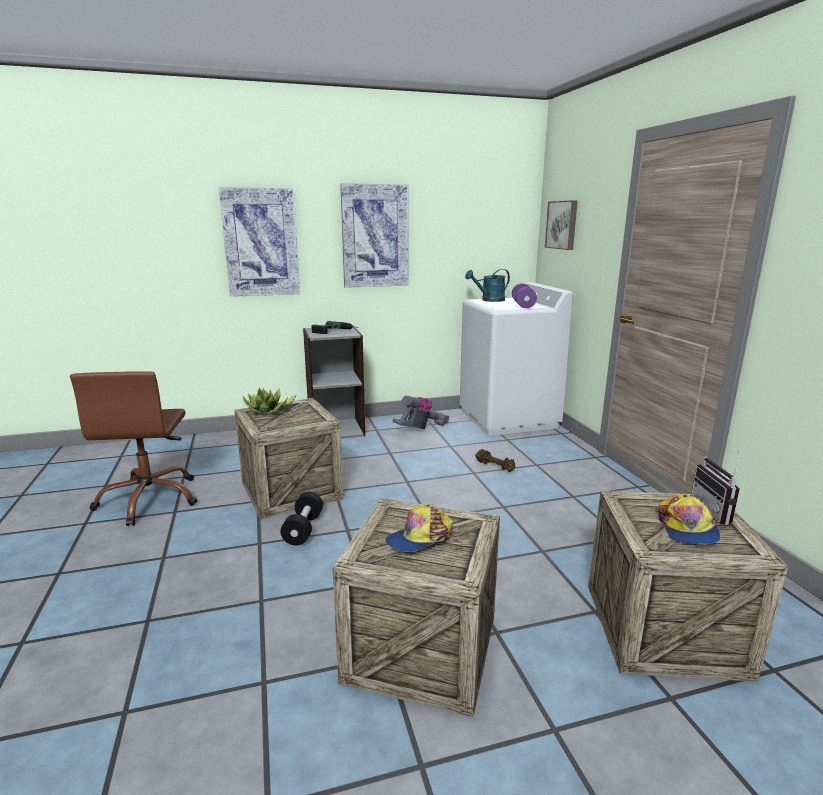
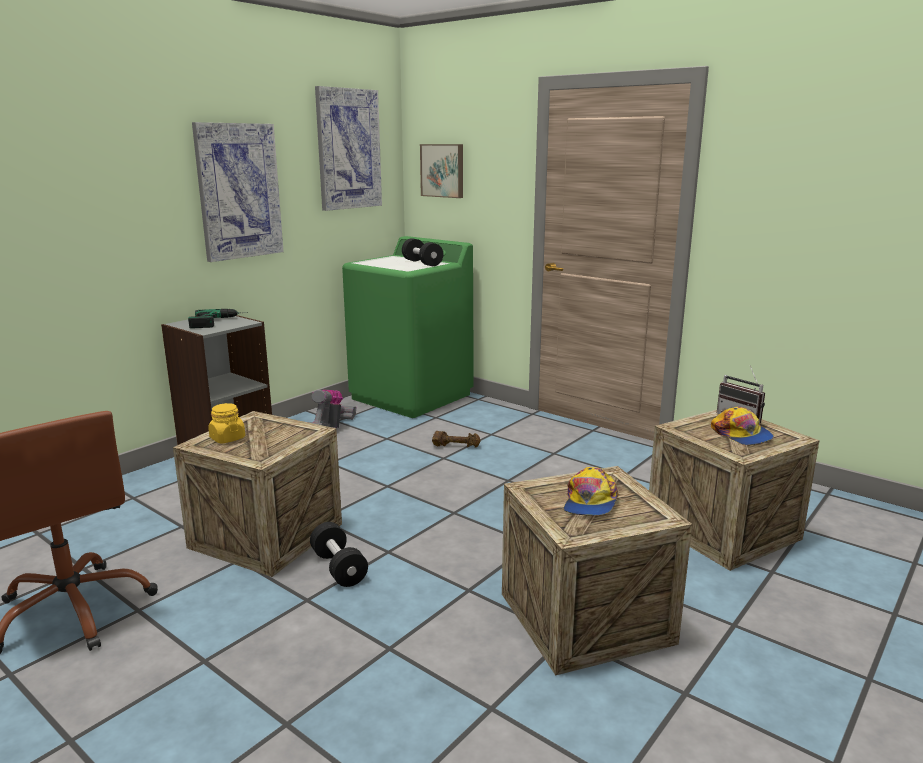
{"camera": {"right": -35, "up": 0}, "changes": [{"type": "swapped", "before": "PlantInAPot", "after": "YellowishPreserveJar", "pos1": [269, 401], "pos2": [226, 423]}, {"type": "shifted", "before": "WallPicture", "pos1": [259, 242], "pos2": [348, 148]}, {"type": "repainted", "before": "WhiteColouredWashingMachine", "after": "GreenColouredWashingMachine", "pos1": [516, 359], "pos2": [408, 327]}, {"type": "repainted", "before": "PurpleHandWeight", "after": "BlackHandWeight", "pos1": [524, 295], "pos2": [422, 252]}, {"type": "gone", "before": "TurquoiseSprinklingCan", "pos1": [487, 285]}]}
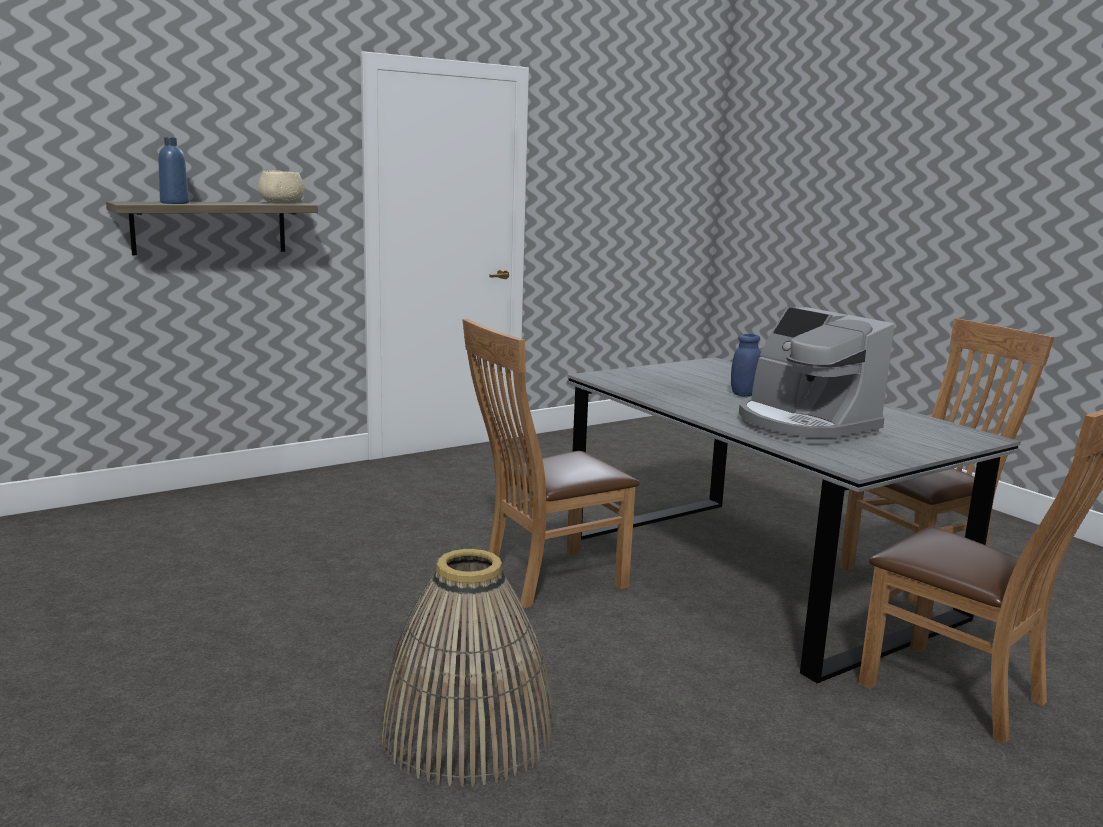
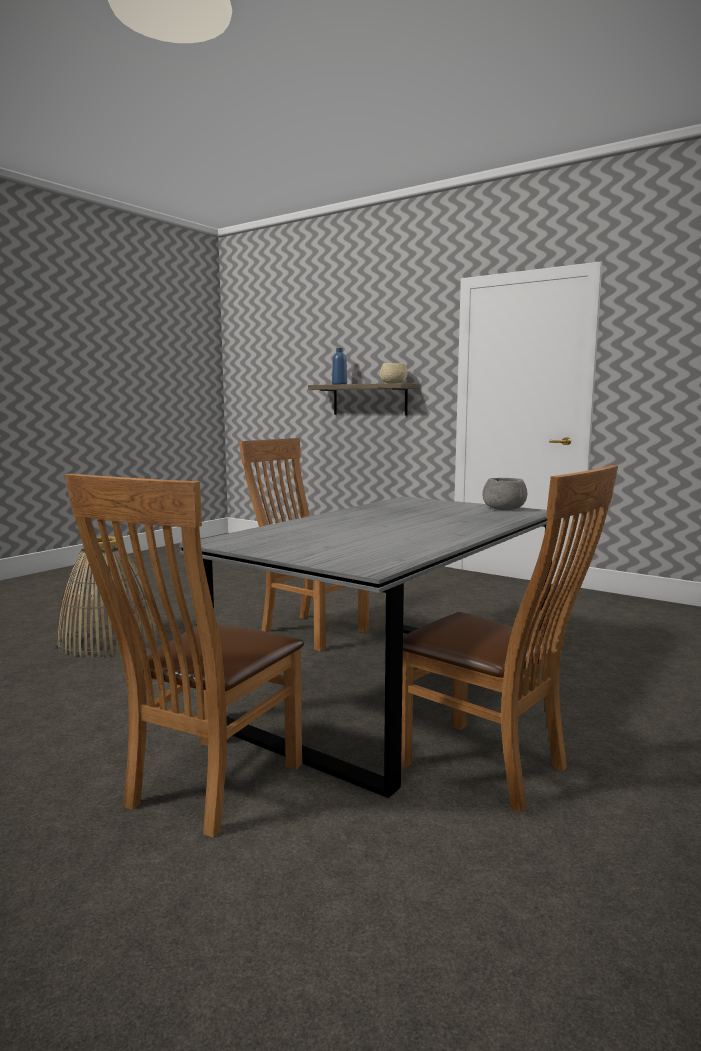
{"camera": {"right": 70, "up": -5}, "changes": [{"type": "new", "after": "GrayDeepDish", "pos2": [504, 494]}, {"type": "gone", "before": "BluishPreserveJar", "pos1": [746, 365]}, {"type": "gone", "before": "CoffeeBrewer", "pos1": [816, 375]}]}
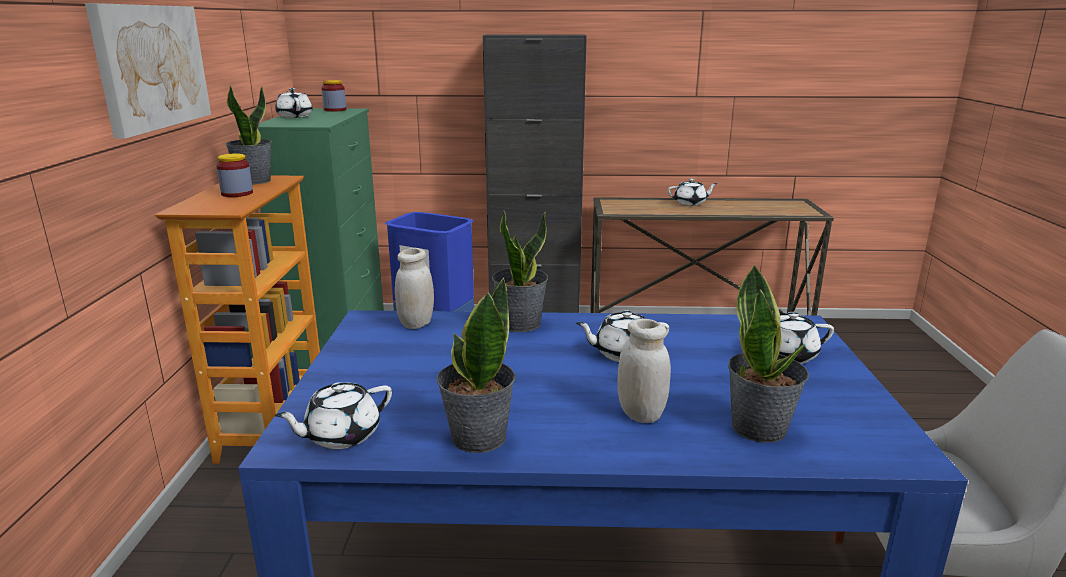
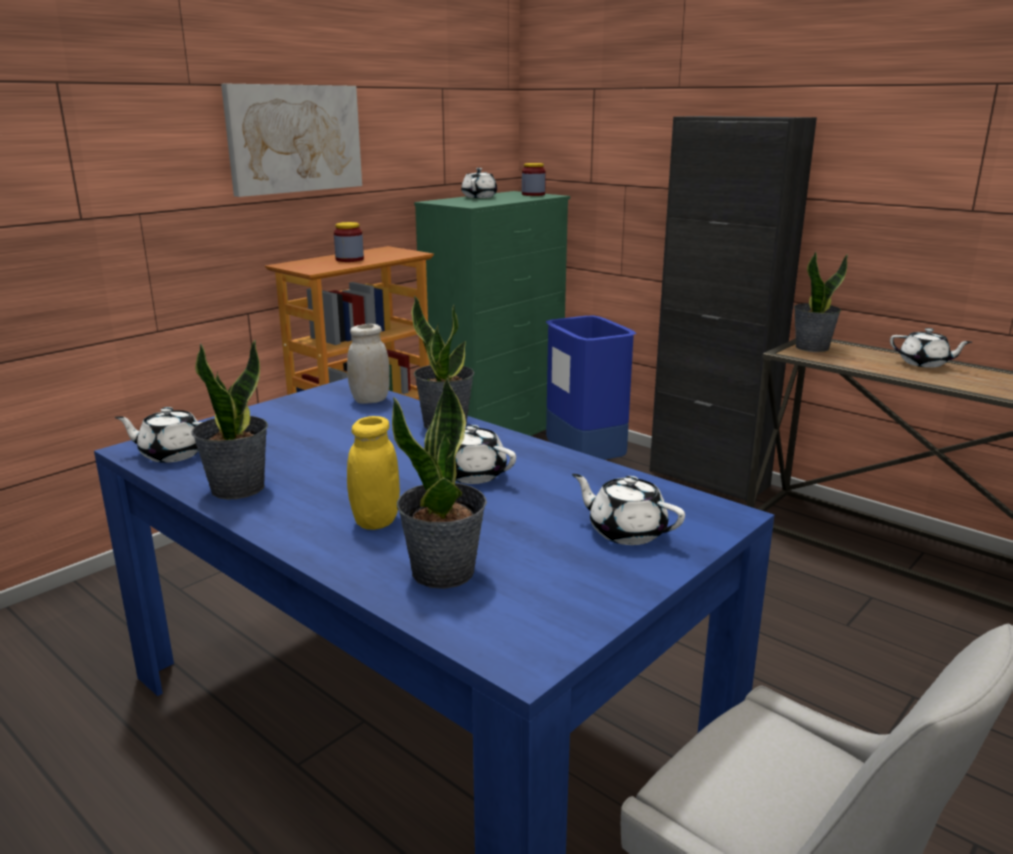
{"camera": {"right": 40, "up": 0}, "changes": [{"type": "repainted", "before": "WhiteColouredPreserveJar", "after": "YellowishPreserveJar", "pos1": [644, 370], "pos2": [373, 473]}, {"type": "shifted", "before": "PlantInAPot", "pos1": [248, 135], "pos2": [821, 301]}]}
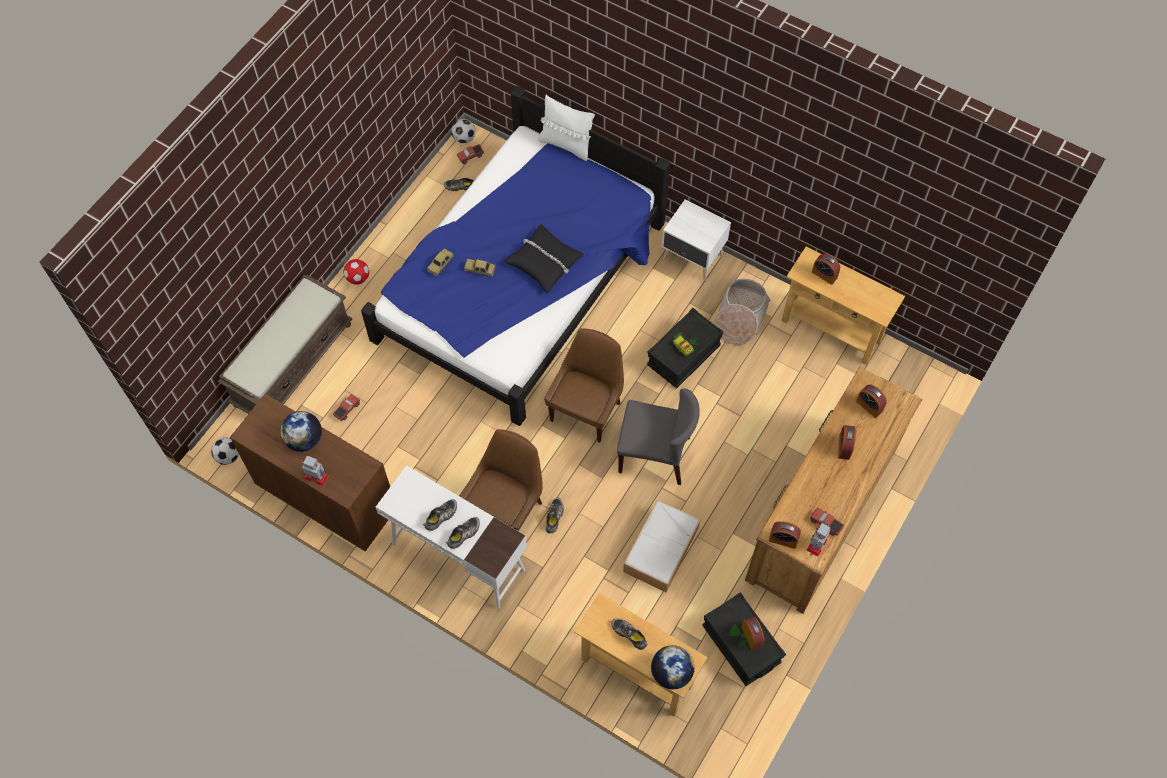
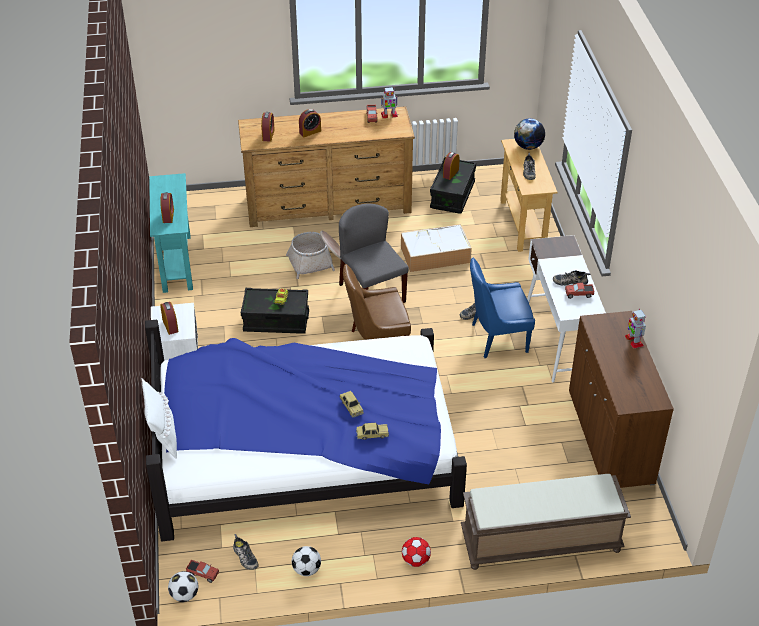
{"camera": {"right": -130, "up": -20}, "changes": [{"type": "repainted", "before": "BeigeConsoleTable", "after": "TurquoiseConsoleTable", "pos1": [843, 305], "pos2": [171, 233]}, {"type": "shifted", "before": "BedsideClock", "pos1": [785, 535], "pos2": [169, 318]}, {"type": "shifted", "before": "StorageBasket", "pos1": [743, 312], "pos2": [313, 254]}, {"type": "shifted", "before": "FootballBall", "pos1": [225, 451], "pos2": [306, 561]}, {"type": "repainted", "before": "BrownColouredPlainChair", "after": "BluishPlainChair", "pos1": [501, 480], "pos2": [502, 307]}, {"type": "shifted", "before": "ModelTruck", "pos1": [346, 407], "pos2": [579, 291]}, {"type": "gone", "before": "DeskGlobe", "pos1": [301, 431]}, {"type": "gone", "before": "LowShoe", "pos1": [463, 533]}, {"type": "gone", "before": "BlackCushion", "pos1": [543, 258]}]}
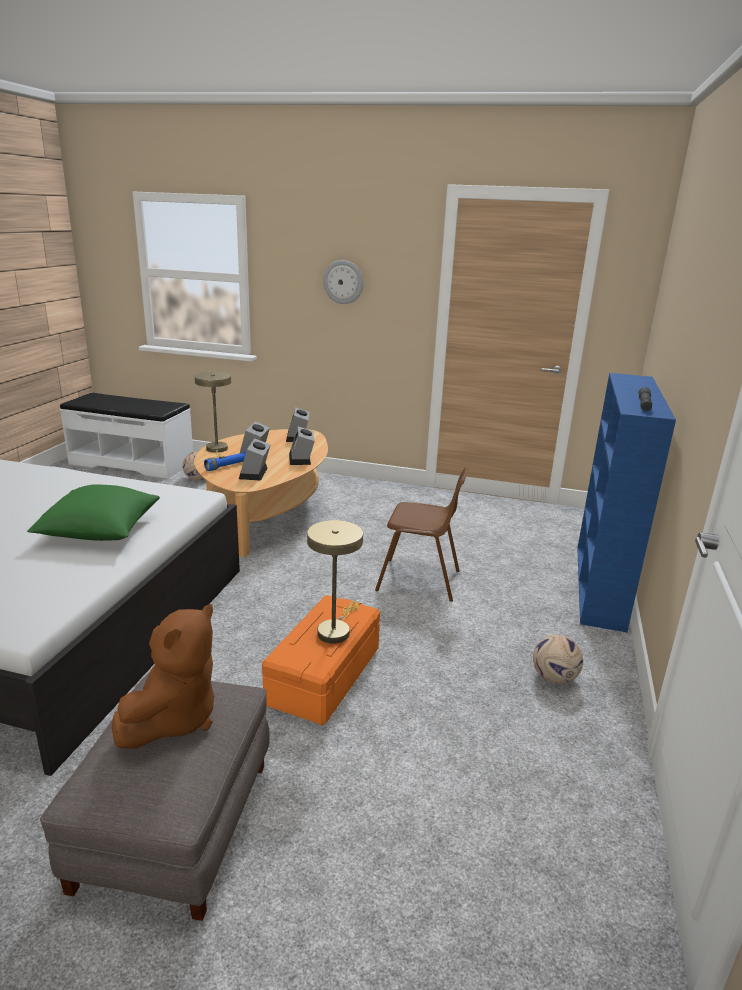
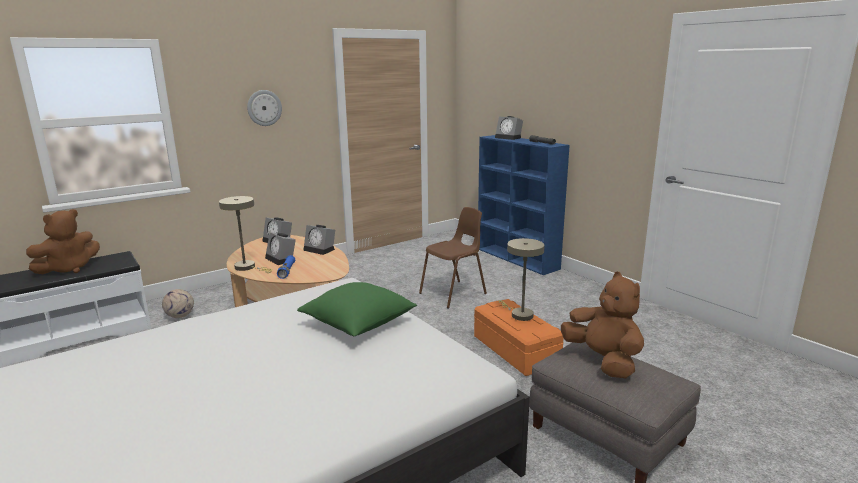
{"camera": {"right": -50, "up": -5}, "changes": [{"type": "new", "after": "BrownColouredPlushToy", "pos2": [63, 241]}, {"type": "shifted", "before": "BedsideClock", "pos1": [255, 459], "pos2": [509, 128]}, {"type": "gone", "before": "FootballBall", "pos1": [558, 659]}]}
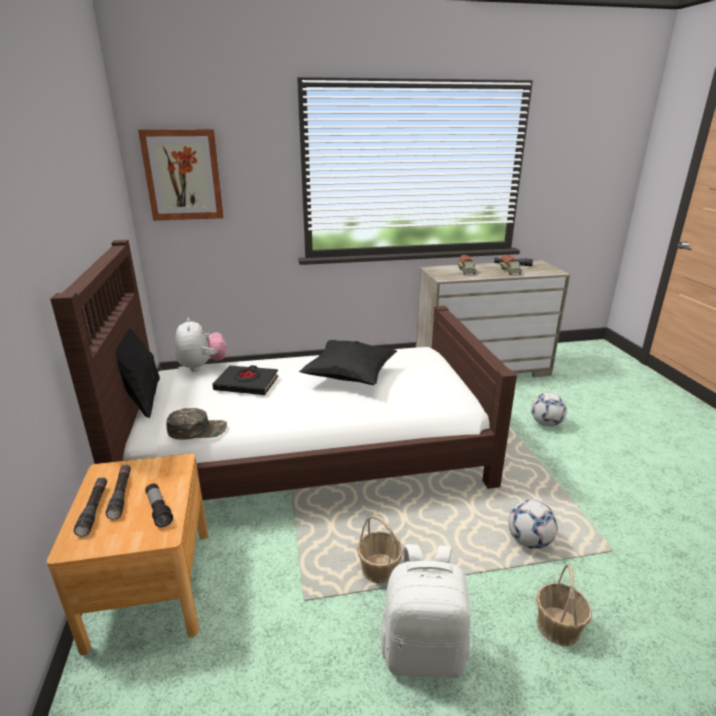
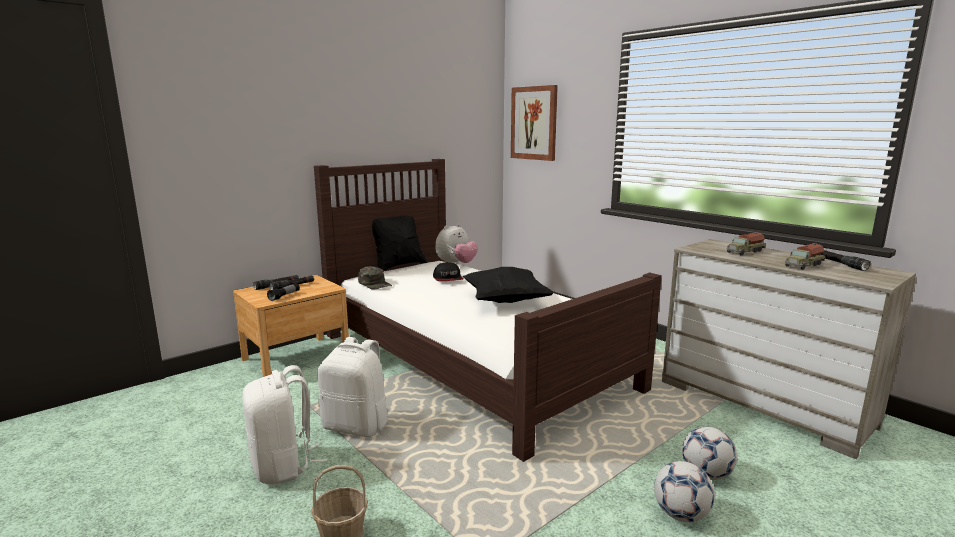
{"camera": {"right": 60, "up": -10}, "changes": [{"type": "swapped", "before": "StorageBasket", "after": "WhiteColouredKnapsack", "pos1": [380, 549], "pos2": [353, 387]}, {"type": "swapped", "before": "BlackBook", "after": "Cap", "pos1": [245, 380], "pos2": [448, 271]}, {"type": "shifted", "before": "FootballBall", "pos1": [533, 524], "pos2": [684, 491]}]}
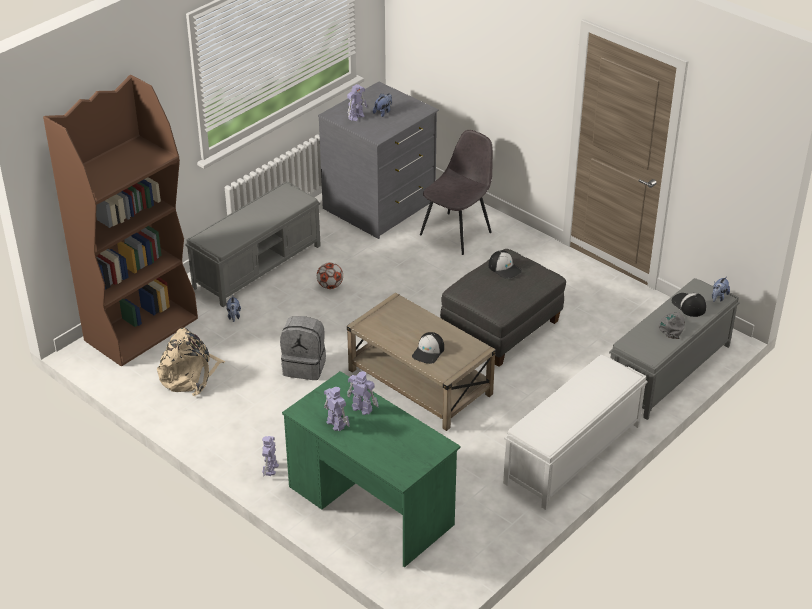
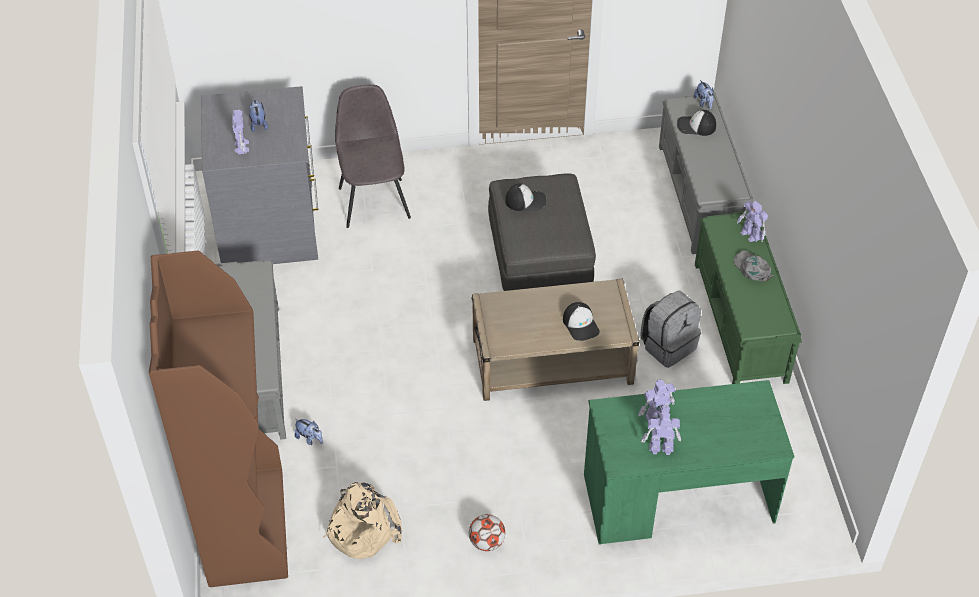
{"camera": {"right": -50, "up": 10}, "changes": [{"type": "shifted", "before": "FootballBall", "pos1": [330, 275], "pos2": [487, 532]}, {"type": "shifted", "before": "GrayKnapsack", "pos1": [303, 348], "pos2": [670, 329]}, {"type": "repainted", "before": "WhiteColouredBench", "after": "GreenColouredBench", "pos1": [575, 432], "pos2": [748, 297]}, {"type": "shifted", "before": "GrayCap", "pos1": [672, 325], "pos2": [754, 266]}, {"type": "shifted", "before": "RobotFigure", "pos1": [270, 456], "pos2": [752, 221]}]}
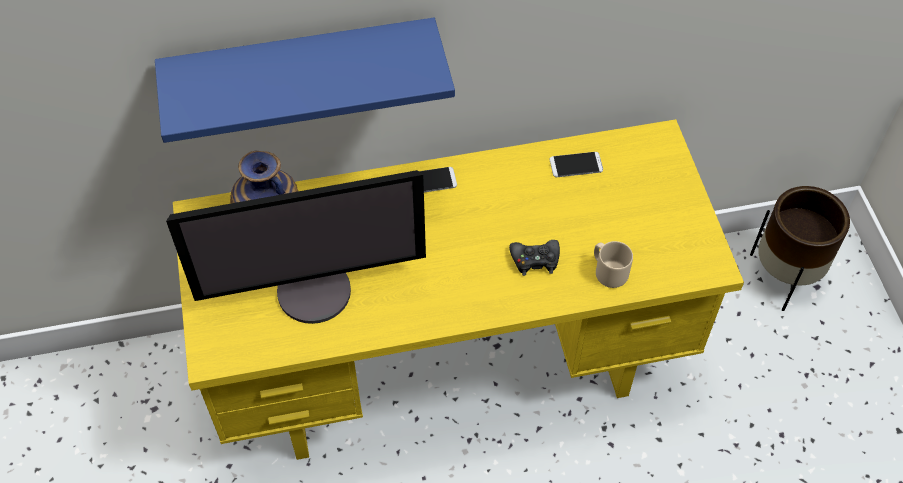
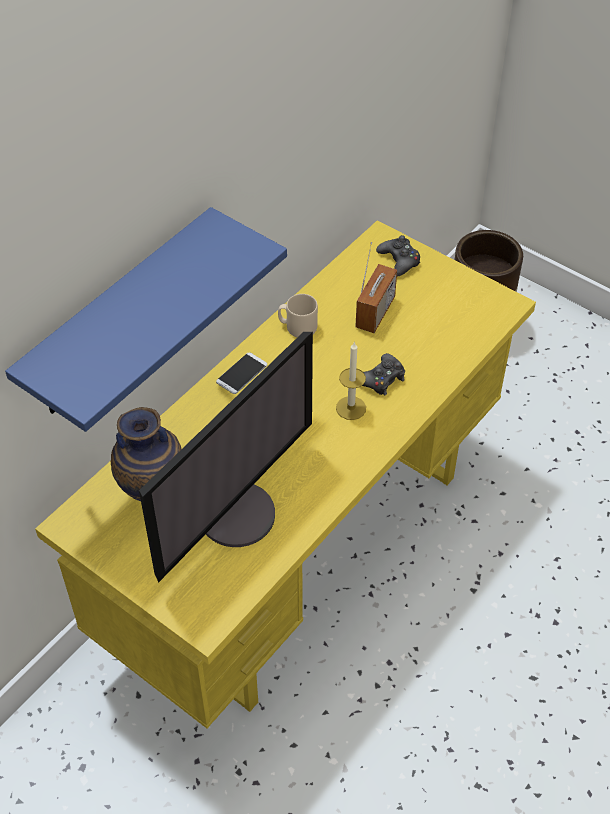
{"camera": {"right": -40, "up": -5}, "changes": [{"type": "shifted", "before": "BeigeMug", "pos1": [613, 264], "pos2": [298, 315]}, {"type": "new", "after": "WaxCandle", "pos2": [351, 381]}, {"type": "new", "after": "Radio", "pos2": [376, 287]}, {"type": "new", "after": "BlackJoypad", "pos2": [398, 256]}, {"type": "gone", "before": "Phone", "pos1": [576, 164]}]}
